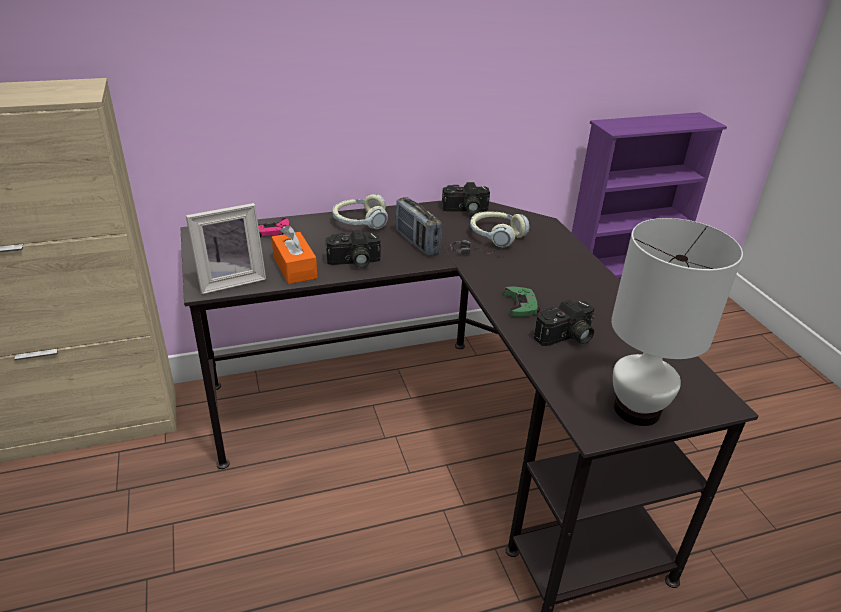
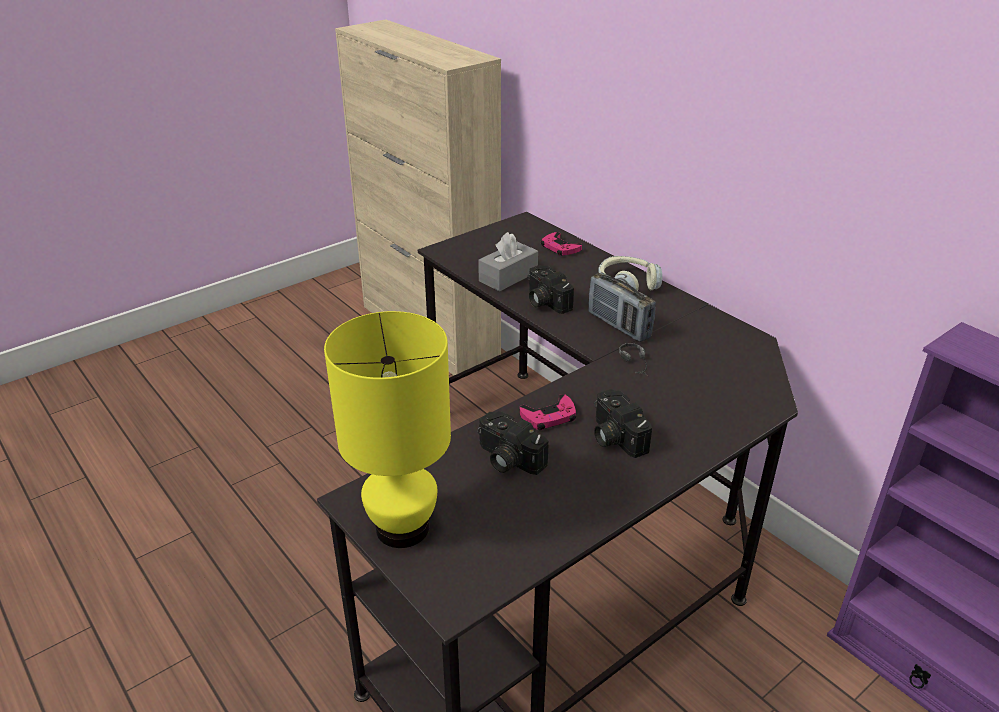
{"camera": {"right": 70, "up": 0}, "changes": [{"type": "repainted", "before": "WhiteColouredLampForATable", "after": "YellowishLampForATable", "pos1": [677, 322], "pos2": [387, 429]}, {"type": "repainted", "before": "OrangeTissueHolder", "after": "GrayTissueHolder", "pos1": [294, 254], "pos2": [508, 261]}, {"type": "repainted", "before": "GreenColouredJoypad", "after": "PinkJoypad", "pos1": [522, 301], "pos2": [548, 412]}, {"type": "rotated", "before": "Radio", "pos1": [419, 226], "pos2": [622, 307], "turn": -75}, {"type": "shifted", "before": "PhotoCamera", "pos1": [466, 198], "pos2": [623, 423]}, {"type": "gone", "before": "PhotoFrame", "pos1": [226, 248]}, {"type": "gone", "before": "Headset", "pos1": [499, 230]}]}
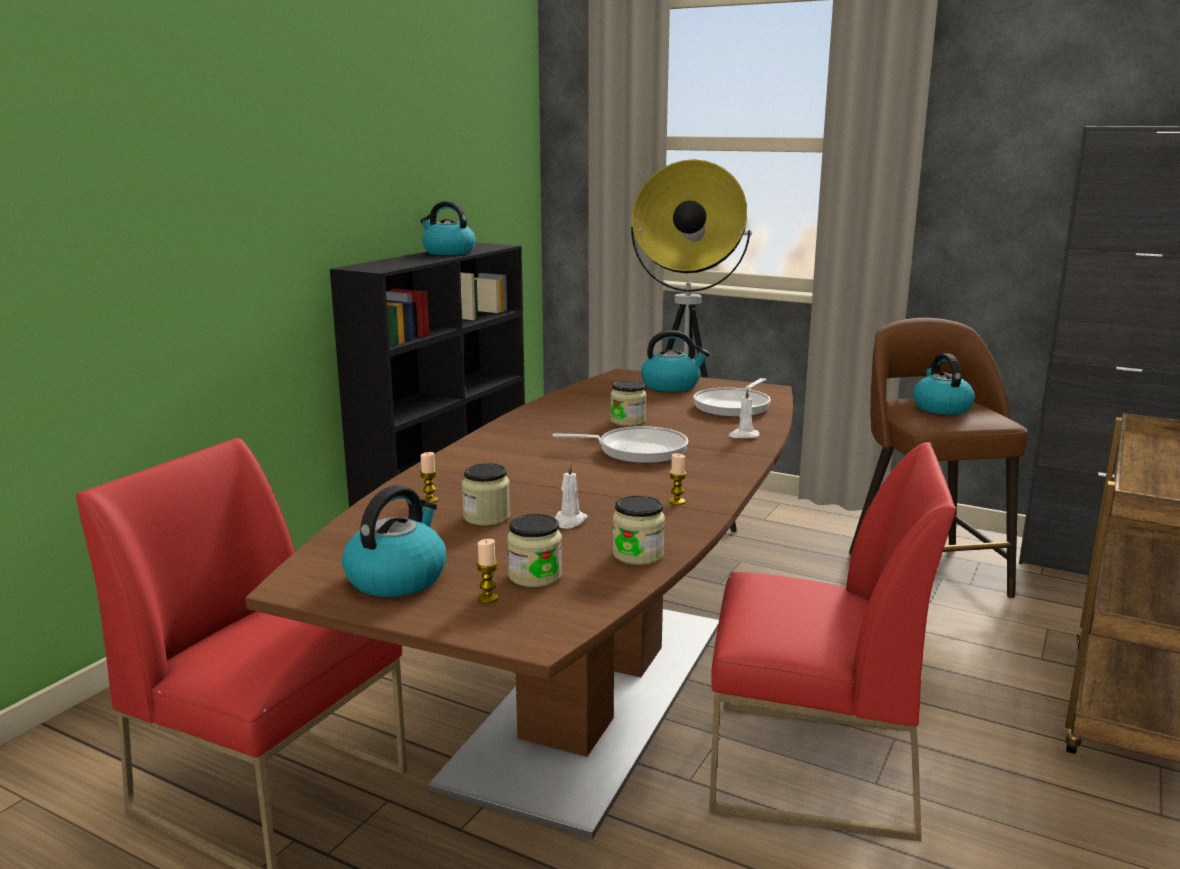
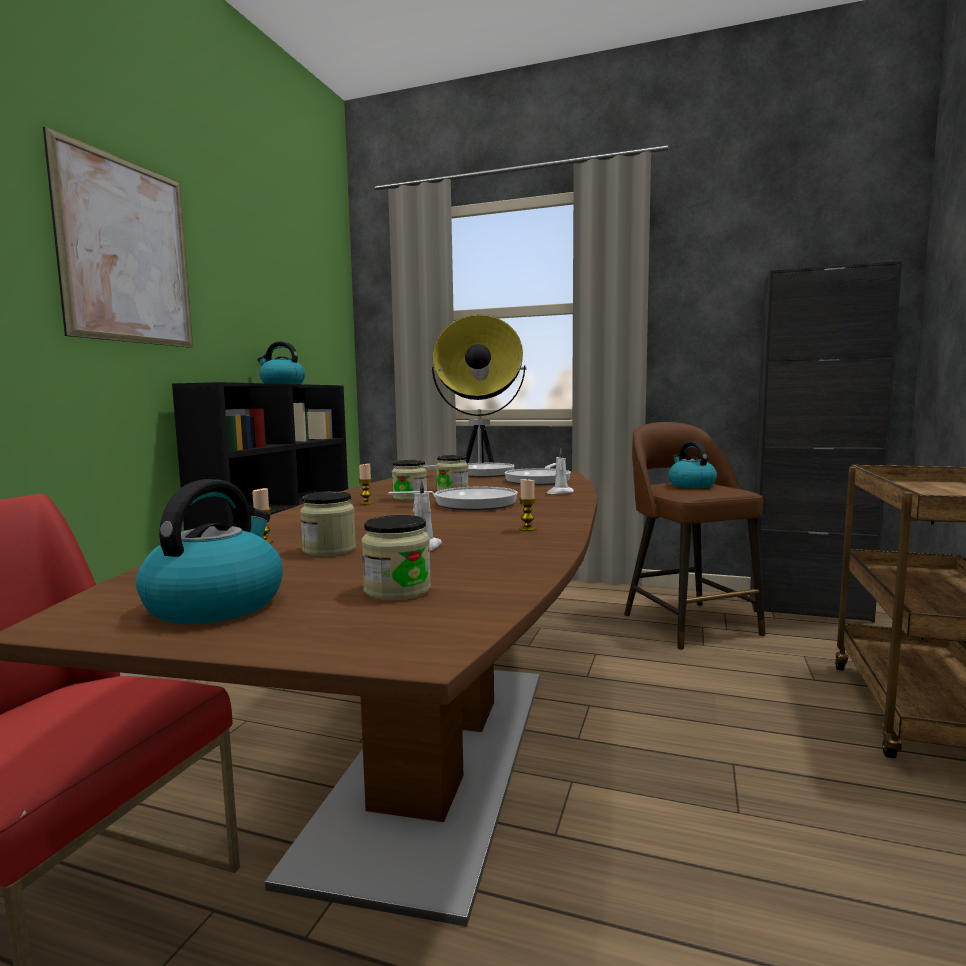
{"camera": {"right": -10, "up": -10}, "changes": [{"type": "new", "after": "WallPicture", "pos2": [118, 237]}, {"type": "shifted", "before": "WaxCandle", "pos1": [487, 571], "pos2": [365, 484]}, {"type": "shifted", "before": "PreserveJar", "pos1": [639, 530], "pos2": [409, 480]}, {"type": "swapped", "before": "TeaKettle", "after": "Pan", "pos1": [675, 361], "pos2": [469, 470]}, {"type": "gone", "before": "RedPlainChair", "pos1": [832, 642]}]}
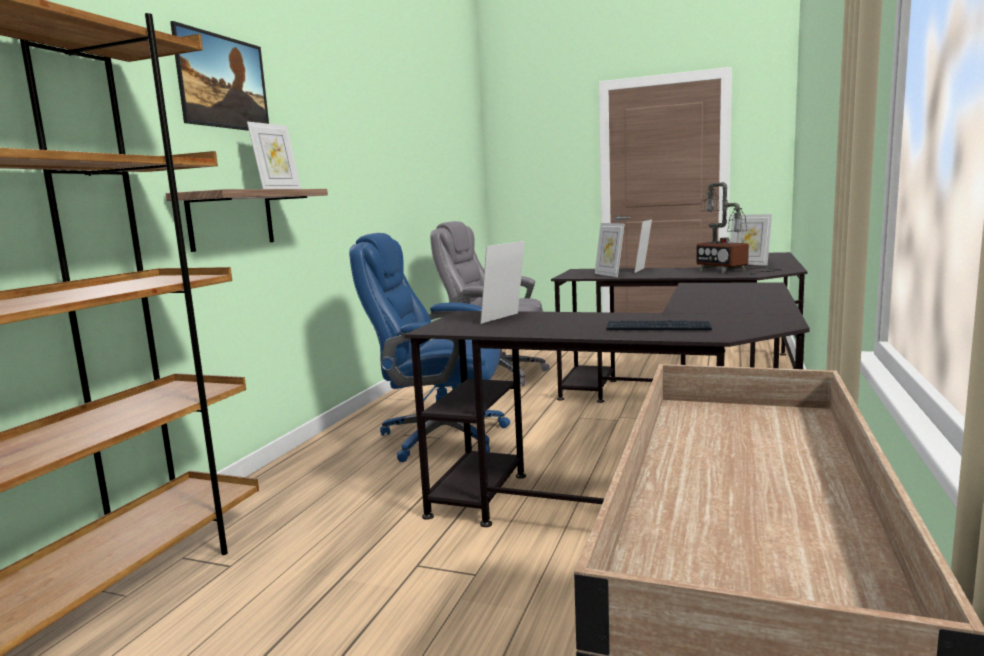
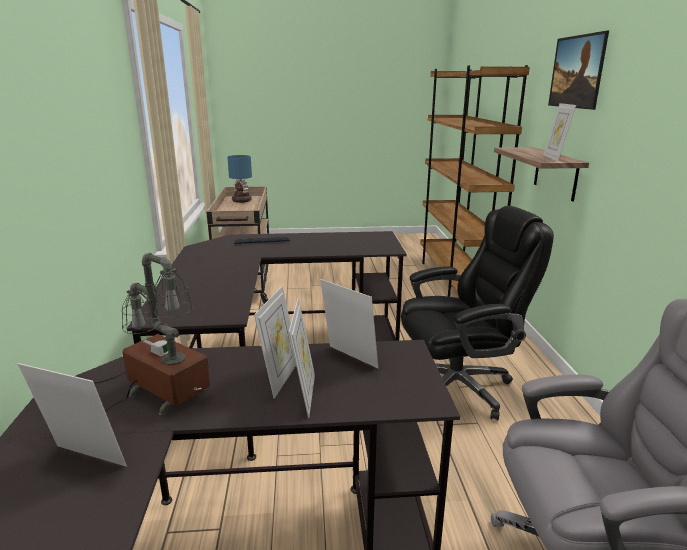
{"camera": {"right": 155, "up": 10}, "changes": [{"type": "new", "after": "LampForATable", "pos2": [239, 179]}, {"type": "shifted", "before": "PhotoFrame", "pos1": [502, 282], "pos2": [275, 342]}, {"type": "repainted", "before": "BluishDeskChair", "after": "BlackDeskChair", "pos1": [429, 347], "pos2": [477, 313]}]}
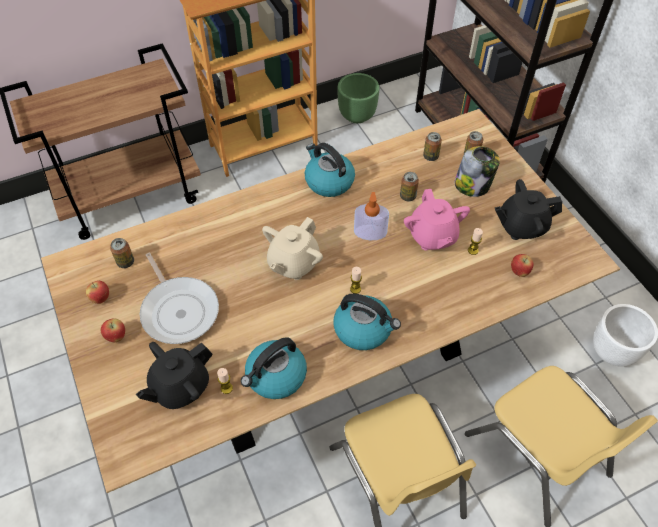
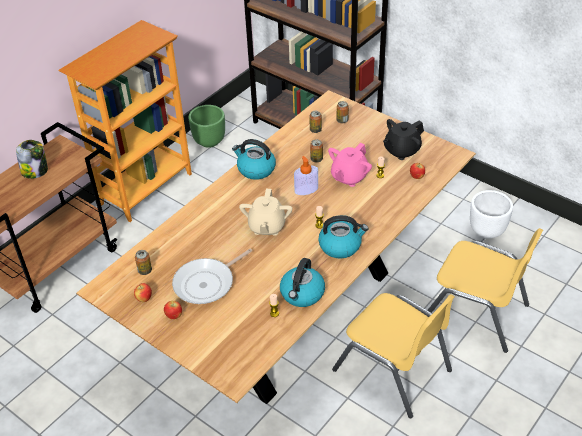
{"camera": {"right": -25, "up": -10}, "changes": [{"type": "shifted", "before": "PreserveJar", "pos1": [477, 171], "pos2": [32, 159]}, {"type": "rotated", "before": "Pan", "pos1": [179, 298], "pos2": [212, 276], "turn": 105}, {"type": "rotated", "before": "PinkTeapot", "pos1": [437, 219], "pos2": [350, 165], "turn": 75}, {"type": "gone", "before": "BlackTeapot", "pos1": [174, 375]}]}
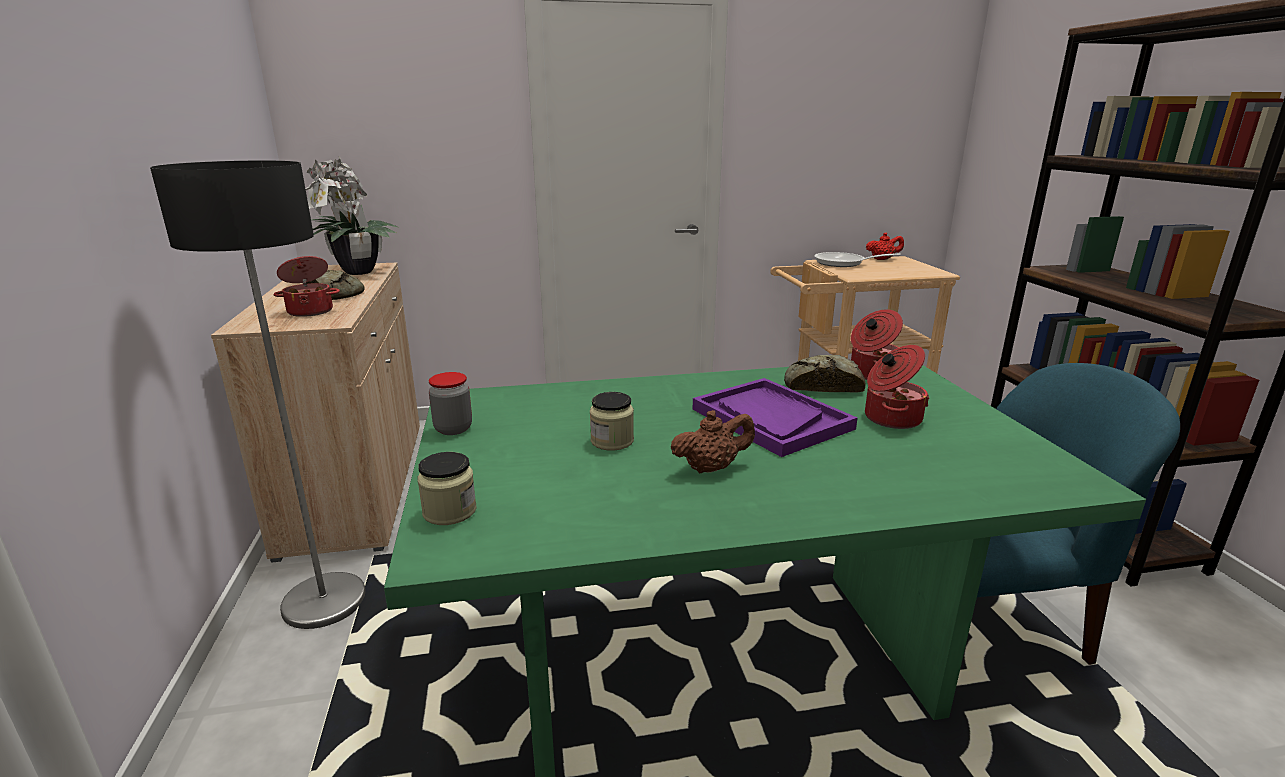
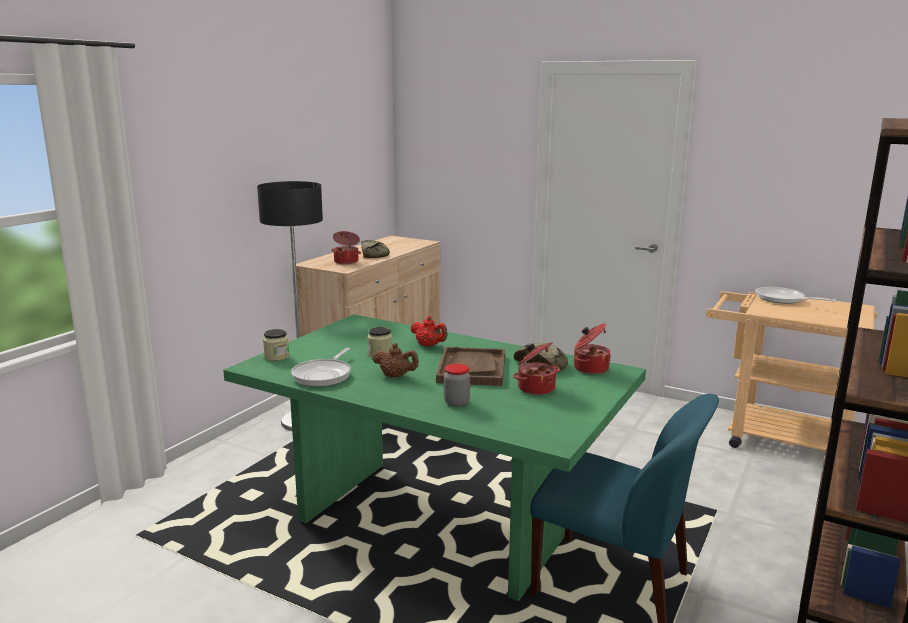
{"camera": {"right": 40, "up": -5}, "changes": [{"type": "new", "after": "Pan", "pos2": [321, 367]}, {"type": "shifted", "before": "RedTeapot", "pos1": [885, 246], "pos2": [429, 331]}, {"type": "repainted", "before": "PurpleCarryingTray", "after": "BrownColouredCarryingTray", "pos1": [775, 417], "pos2": [470, 366]}, {"type": "shifted", "before": "PreserveJar", "pos1": [450, 403], "pos2": [457, 385]}, {"type": "gone", "before": "PlantInAPot", "pos1": [352, 216]}]}
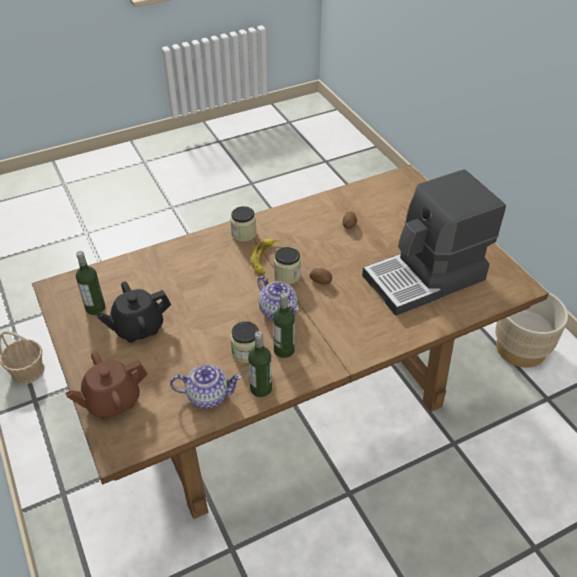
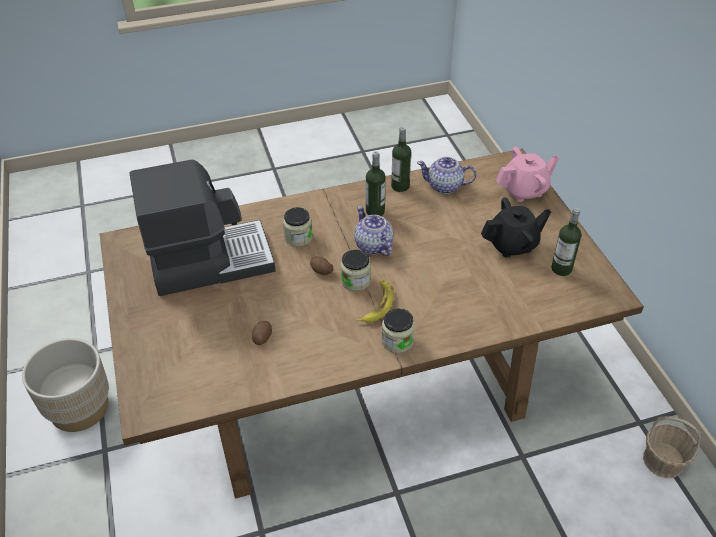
{"camera": {"right": -170, "up": 0}, "changes": [{"type": "shifted", "before": "PreserveJar", "pos1": [244, 342], "pos2": [297, 227]}, {"type": "repainted", "before": "BrownColouredTeapot", "after": "PinkTeapot", "pos1": [106, 385], "pos2": [527, 174]}]}
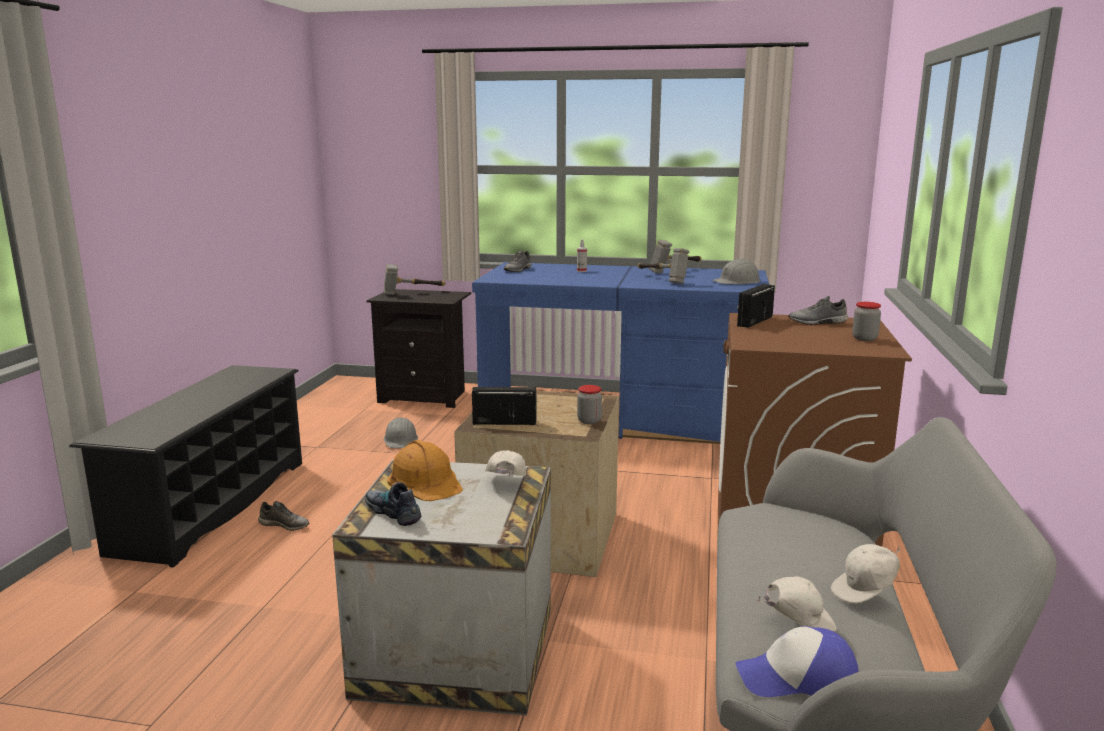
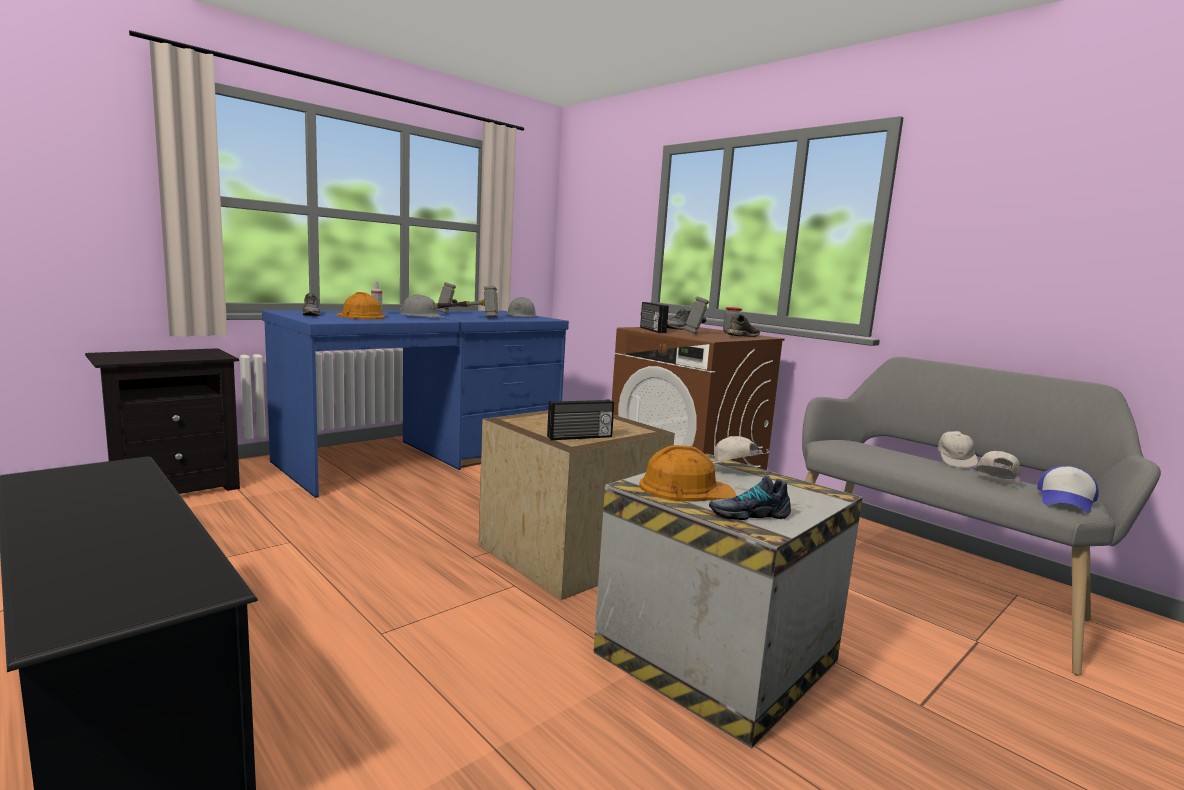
{"camera": {"right": -55, "up": -5}, "changes": [{"type": "new", "after": "OrangeSafetyHelmet", "pos2": [360, 305]}, {"type": "shifted", "before": "GraySafetyHelmet", "pos1": [401, 432], "pos2": [422, 305]}, {"type": "rotated", "before": "Radio", "pos1": [504, 406], "pos2": [580, 419], "turn": -150}, {"type": "shifted", "before": "ToolHammer", "pos1": [414, 279], "pos2": [696, 315]}, {"type": "shifted", "before": "GrayLowShoe", "pos1": [283, 516], "pos2": [743, 326]}, {"type": "gone", "before": "PreserveJar", "pos1": [589, 404]}]}
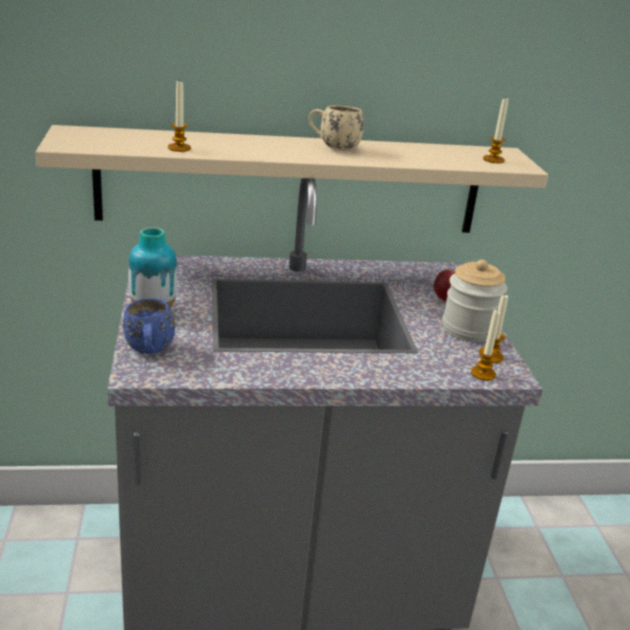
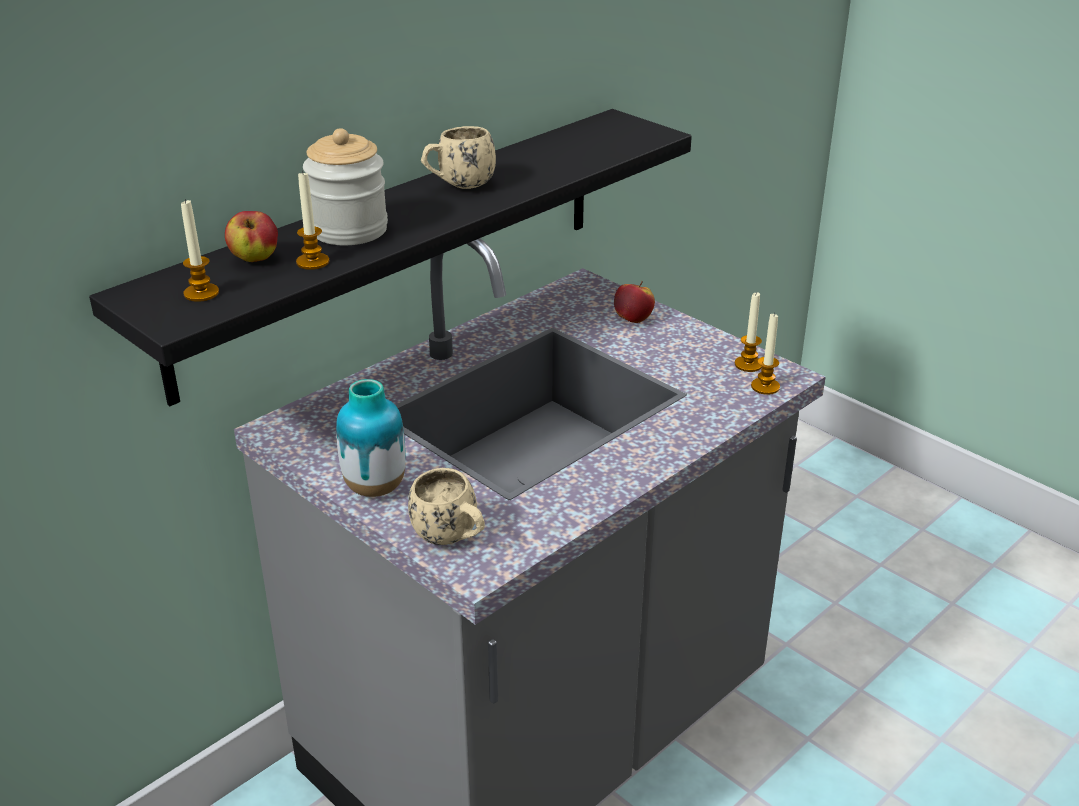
{"camera": {"right": -35, "up": 5}, "changes": [{"type": "repainted", "before": "BeigeBracketShelf", "after": "BlackBracketShelf", "pos1": [292, 179], "pos2": [390, 257]}, {"type": "shifted", "before": "WaxCandle", "pos1": [496, 130], "pos2": [200, 250]}, {"type": "new", "after": "WholeApple", "pos2": [251, 236]}, {"type": "shifted", "before": "PreserveJar", "pos1": [474, 300], "pos2": [345, 186]}, {"type": "repainted", "before": "BluishMug", "after": "BeigeMug", "pos1": [149, 325], "pos2": [446, 506]}]}
